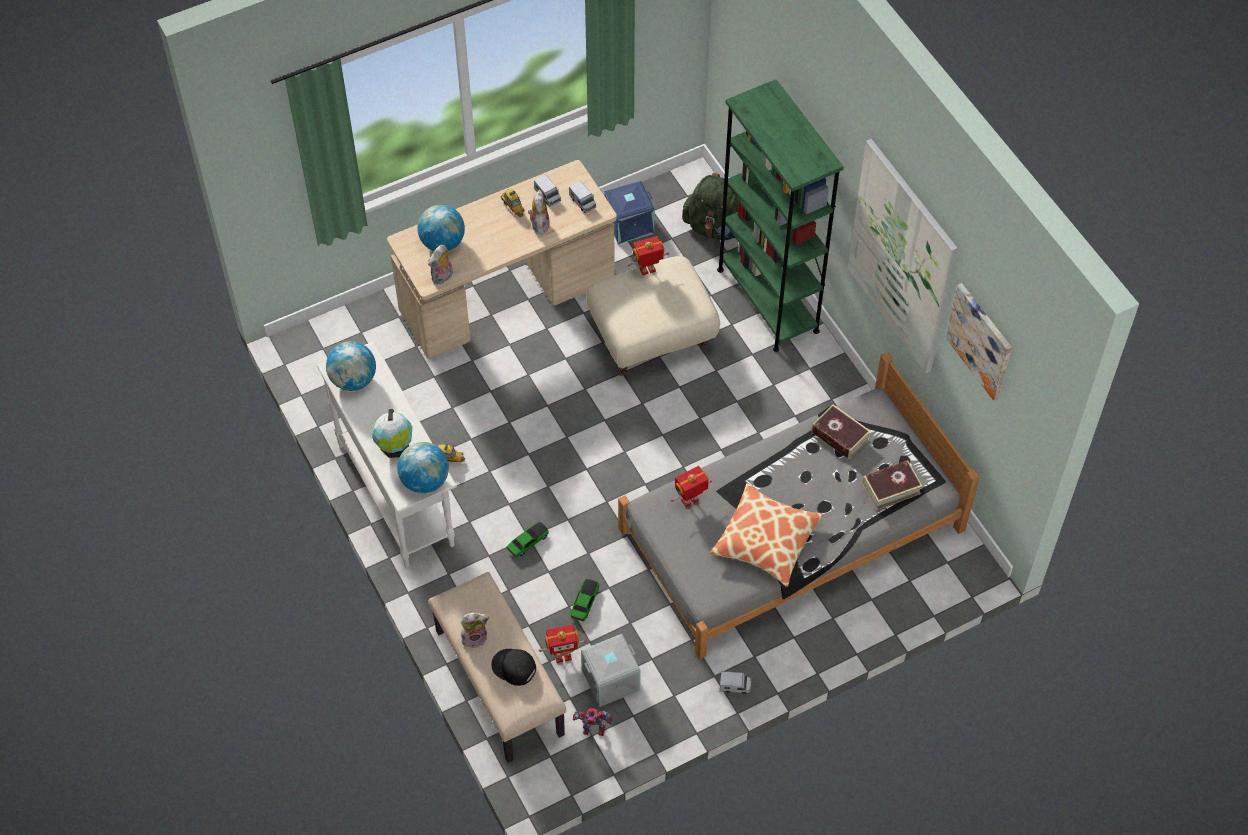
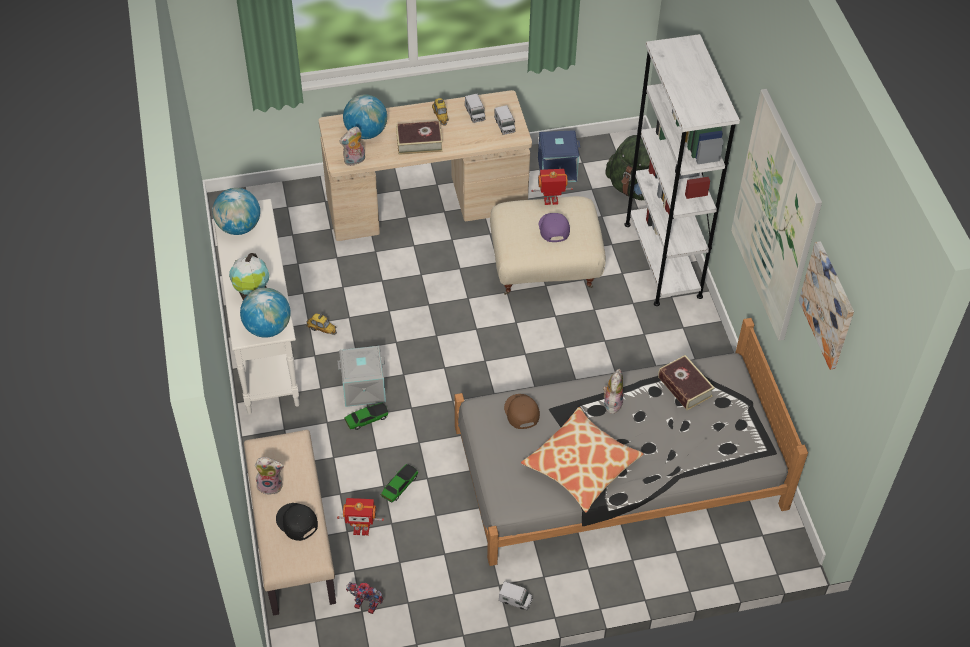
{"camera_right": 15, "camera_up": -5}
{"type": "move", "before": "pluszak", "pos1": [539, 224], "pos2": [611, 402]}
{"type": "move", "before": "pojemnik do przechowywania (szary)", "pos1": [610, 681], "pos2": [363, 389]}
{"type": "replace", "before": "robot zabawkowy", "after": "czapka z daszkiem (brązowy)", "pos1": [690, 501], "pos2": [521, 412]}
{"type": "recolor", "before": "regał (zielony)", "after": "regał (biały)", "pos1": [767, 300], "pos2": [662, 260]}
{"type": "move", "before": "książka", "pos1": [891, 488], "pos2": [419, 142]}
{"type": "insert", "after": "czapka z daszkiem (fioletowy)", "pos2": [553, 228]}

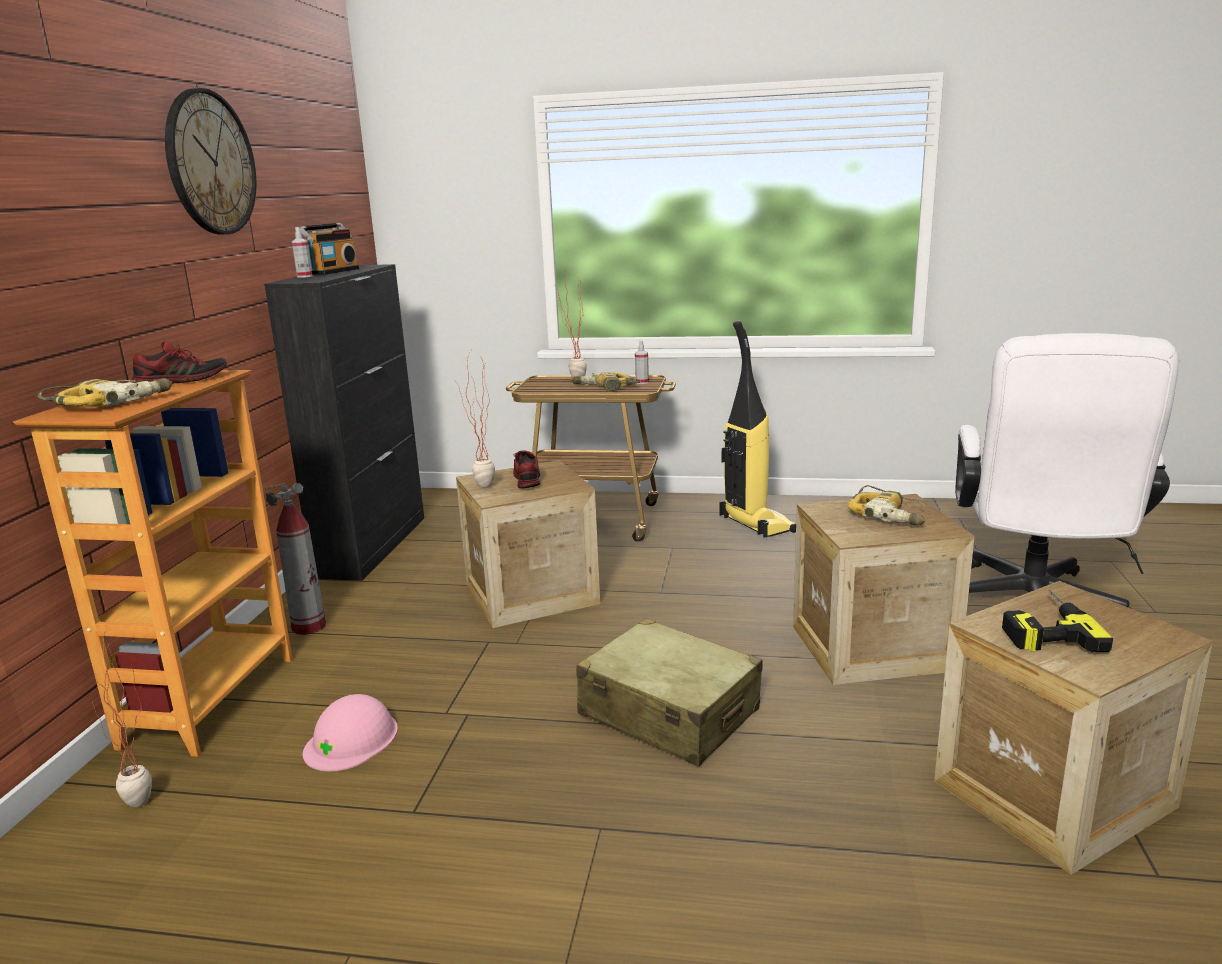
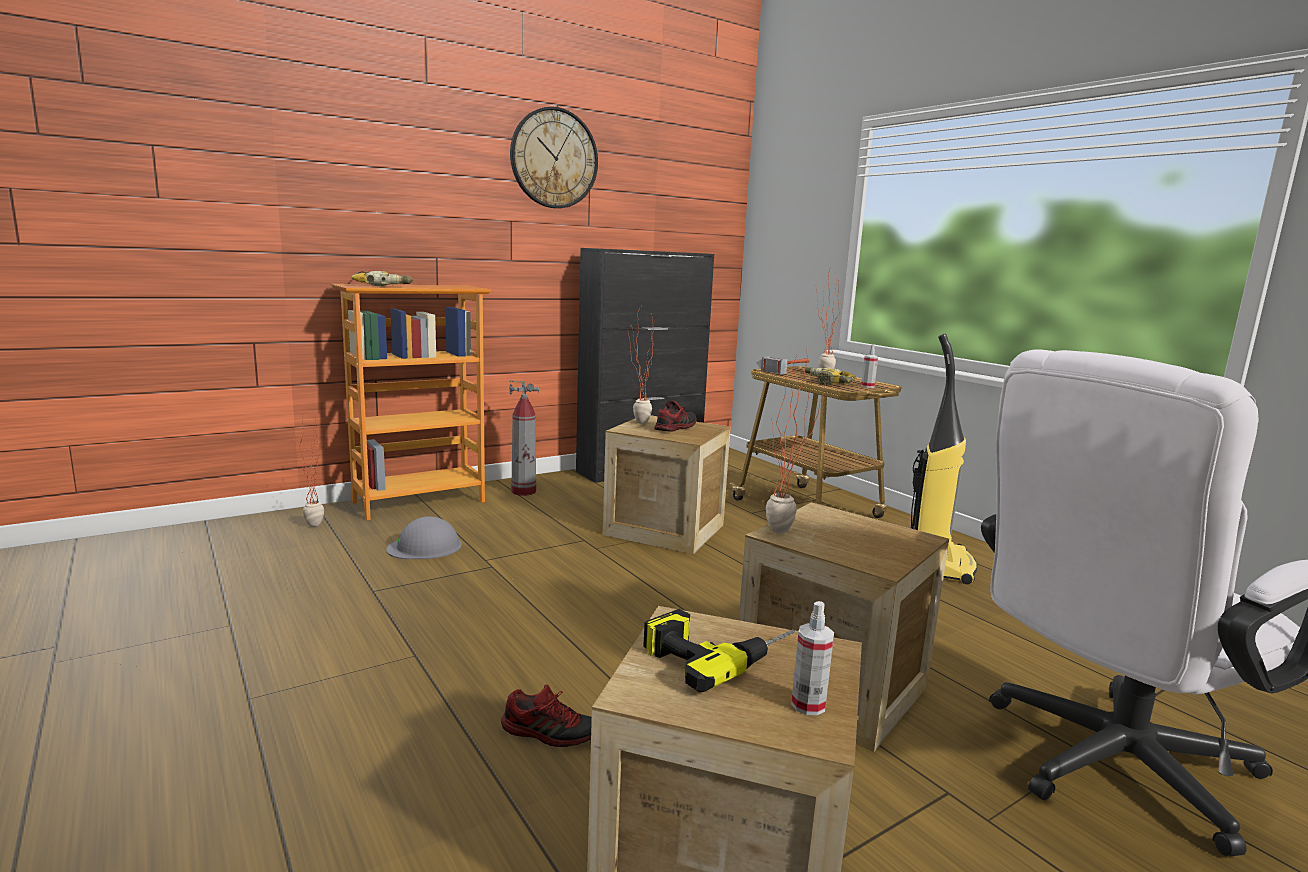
{"camera_right": 45, "camera_up": -5}
{"type": "move", "before": "but", "pos1": [182, 381], "pos2": [550, 732]}
{"type": "move", "before": "spryskiwacz", "pos1": [304, 276], "pos2": [808, 705]}
{"type": "delete", "before": "radio", "pos1": [333, 271]}
{"type": "recolor", "before": "kask (różowy)", "after": "kask (szary)", "pos1": [351, 739], "pos2": [425, 547]}
{"type": "delete", "before": "walizka (beżowy)", "pos1": [669, 713]}
{"type": "delete", "before": "wiertarka", "pos1": [889, 515]}
{"type": "insert", "after": "młotek", "pos2": [785, 369]}
{"type": "insert", "after": "roślina doniczkowa", "pos2": [787, 534]}

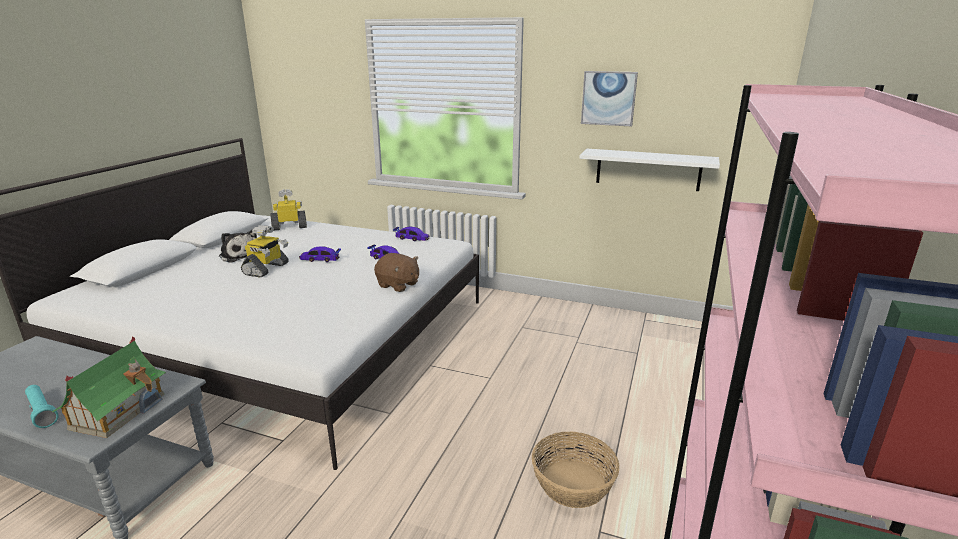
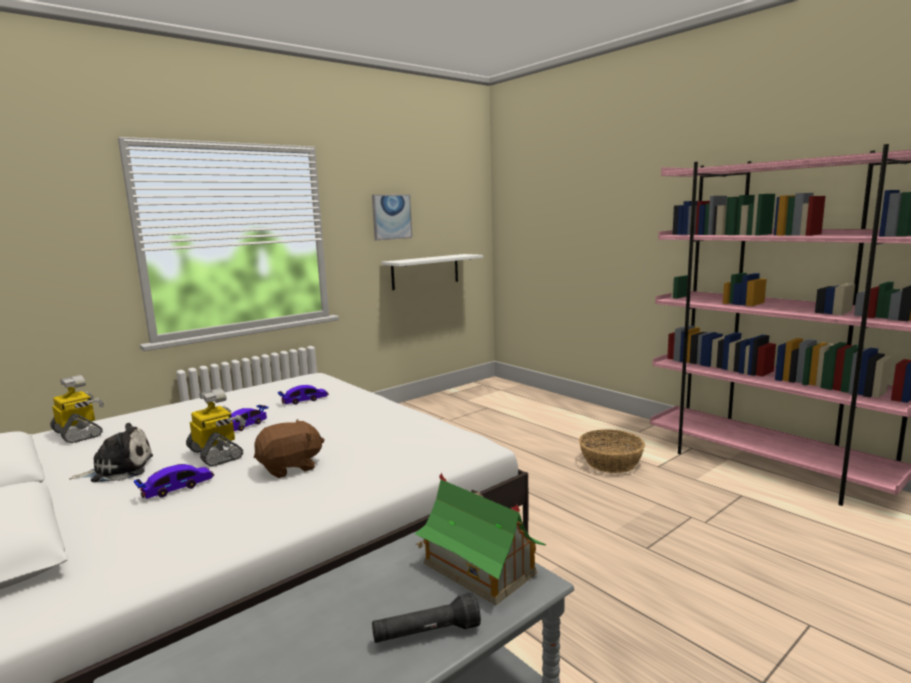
{"camera_right": -60, "camera_up": -10}
{"type": "recolor", "before": "latarka (turkusowy)", "after": "latarka (czarny)", "pos1": [41, 412], "pos2": [426, 633]}
{"type": "rotate", "before": "robot zabawkowy", "pos1": [290, 227], "pos2": [79, 433], "turn": 120}
{"type": "move", "before": "pluszak (brązowy)", "pos1": [398, 285], "pos2": [290, 467]}
{"type": "move", "before": "samochodzik", "pos1": [411, 238], "pos2": [177, 488]}

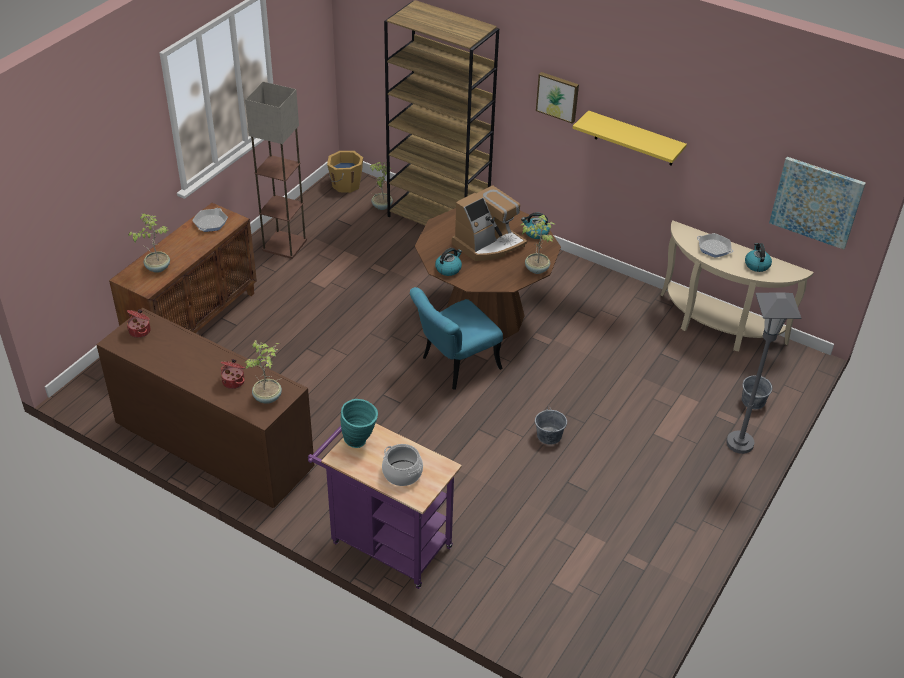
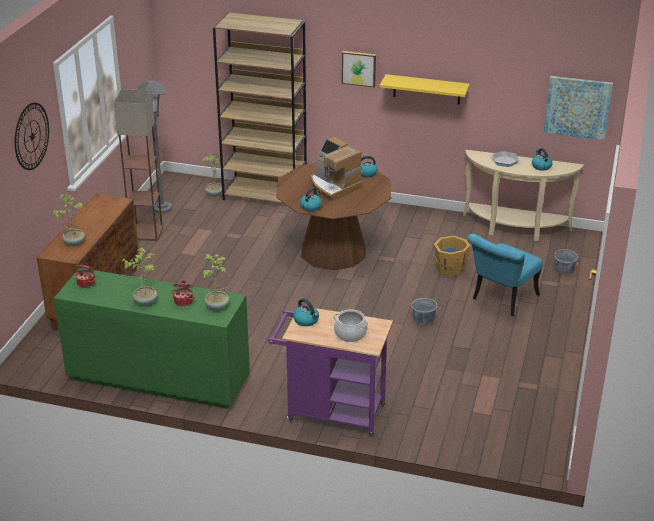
{"camera_right": -15, "camera_up": -10}
{"type": "recolor", "before": "komoda (brązowy)", "after": "komoda (zielony)", "pos1": [214, 449], "pos2": [158, 379]}
{"type": "delete", "before": "patelnia", "pos1": [210, 223]}
{"type": "move", "before": "wiadro (pomarańczowy)", "pos1": [345, 184], "pos2": [449, 268]}
{"type": "replace", "before": "wazon (turkusowy)", "after": "czajnik", "pos1": [360, 441], "pos2": [306, 320]}
{"type": "move", "before": "krzesło (turkusowy)", "pos1": [454, 366], "pos2": [501, 300]}
{"type": "rotate", "before": "ekspres do kawy", "pos1": [488, 244], "pos2": [333, 186], "turn": 105}
{"type": "move", "before": "roślina doniczkowa", "pos1": [537, 269], "pos2": [145, 301]}
{"type": "move", "before": "lampa stojąca (szary)", "pos1": [739, 443], "pos2": [162, 208]}
{"type": "insert", "after": "zegar ścienny", "pos2": [32, 136]}

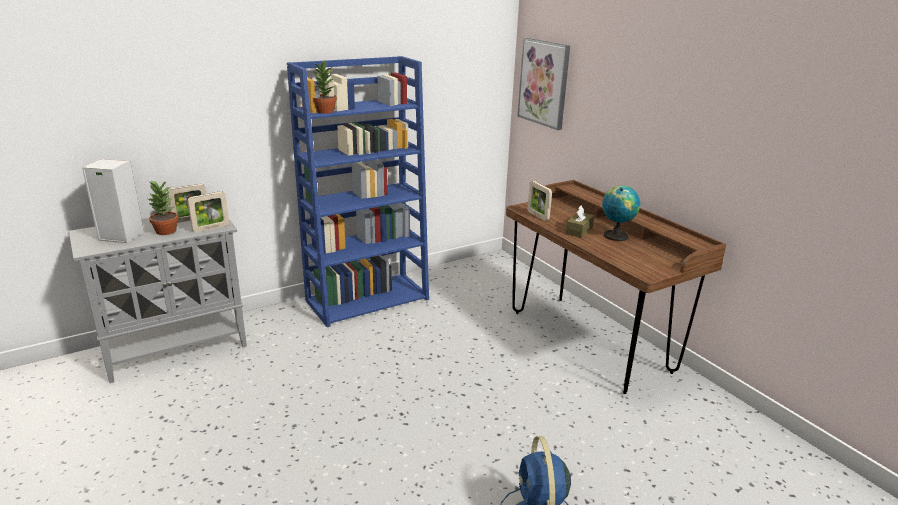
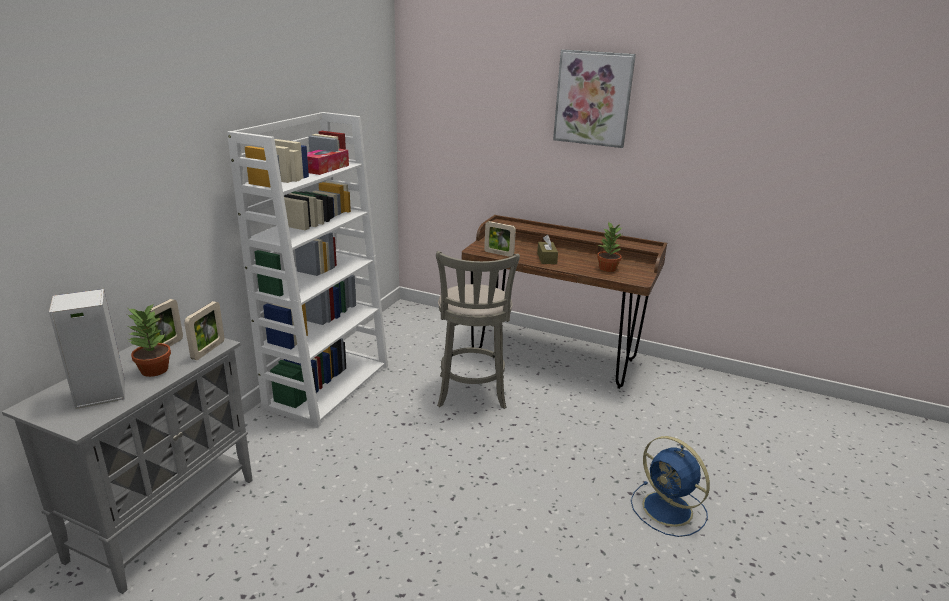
{"camera_right": -35, "camera_up": 0}
{"type": "recolor", "before": "regał (niebieski)", "after": "regał (biały)", "pos1": [368, 299], "pos2": [328, 385]}
{"type": "move", "before": "roślina doniczkowa", "pos1": [324, 111], "pos2": [607, 269]}
{"type": "move", "before": "obraz", "pos1": [544, 83], "pos2": [593, 98]}
{"type": "delete", "before": "globus", "pos1": [616, 235]}
{"type": "insert", "after": "pudełko chusteczek", "pos2": [324, 168]}
{"type": "insert", "after": "stołek (szary)", "pos2": [471, 394]}

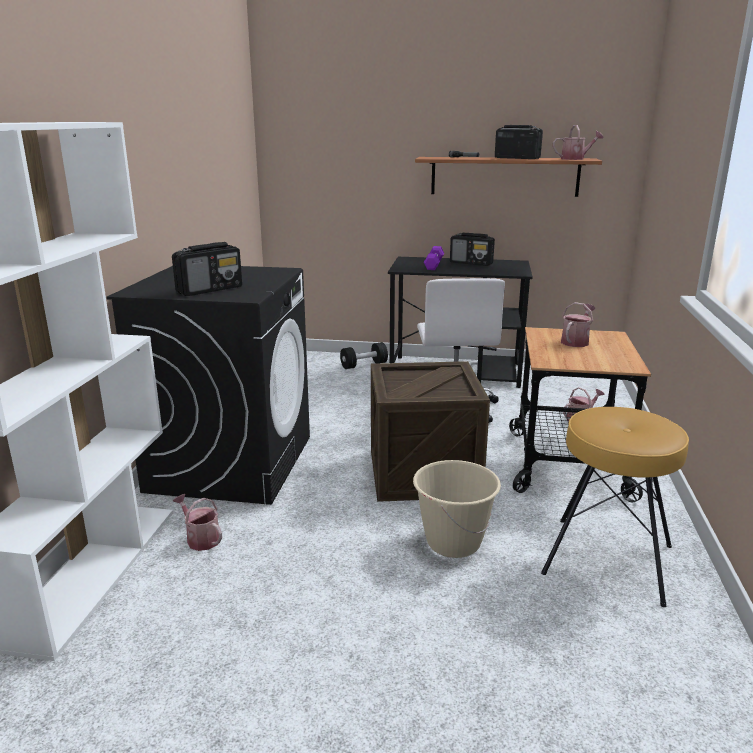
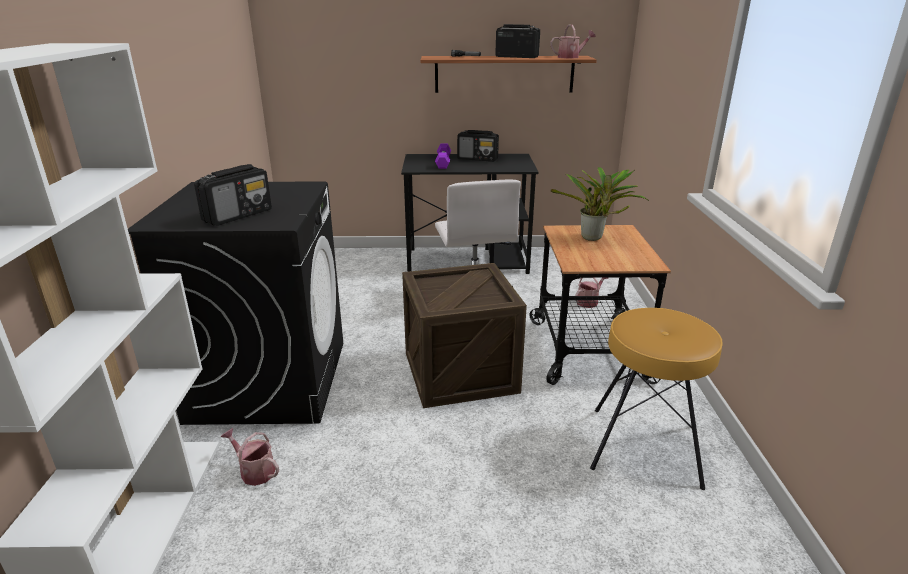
{"camera_right": -10, "camera_up": 5}
{"type": "delete", "before": "hantel (czarny)", "pos1": [364, 365]}
{"type": "delete", "before": "wiadro (beżowy)", "pos1": [453, 542]}
{"type": "replace", "before": "konewka", "after": "roślina doniczkowa", "pos1": [576, 341], "pos2": [594, 238]}

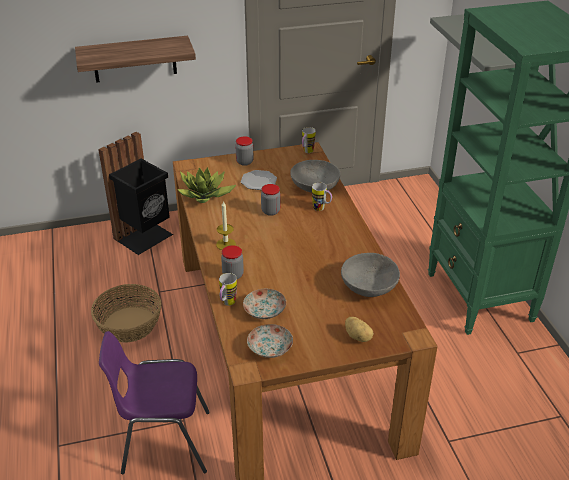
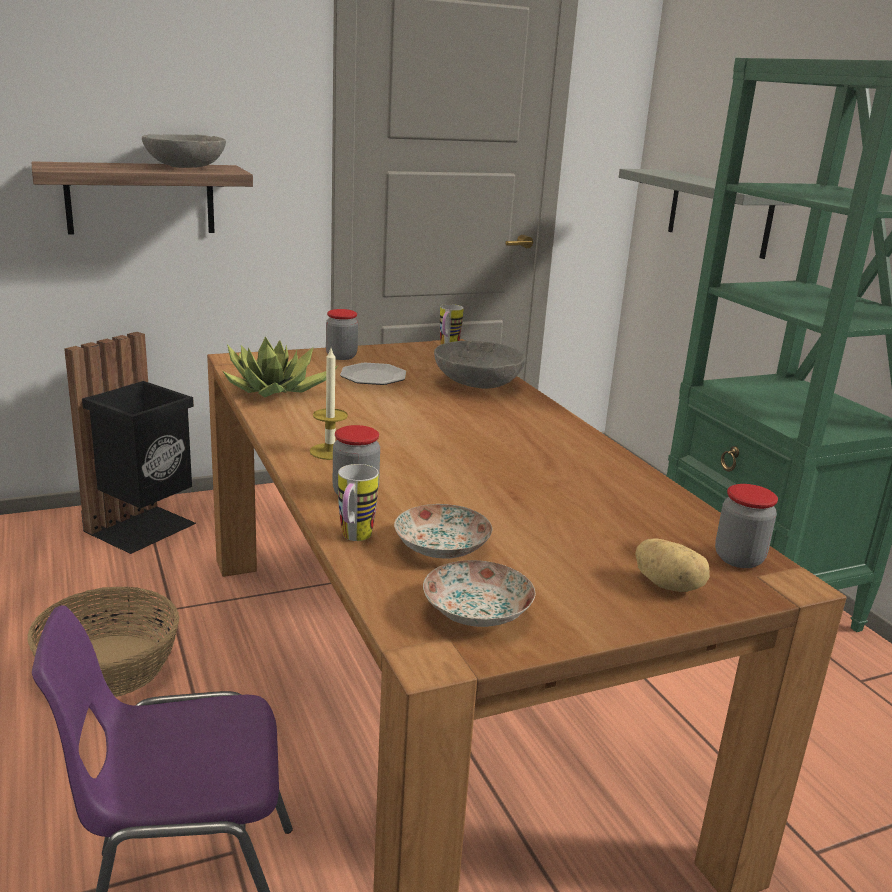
{"camera_right": -10, "camera_up": -15}
{"type": "move", "before": "słoik", "pos1": [270, 211], "pos2": [739, 558]}
{"type": "delete", "before": "kubek", "pos1": [321, 209]}
{"type": "move", "before": "miska (szary)", "pos1": [368, 287], "pos2": [185, 167]}

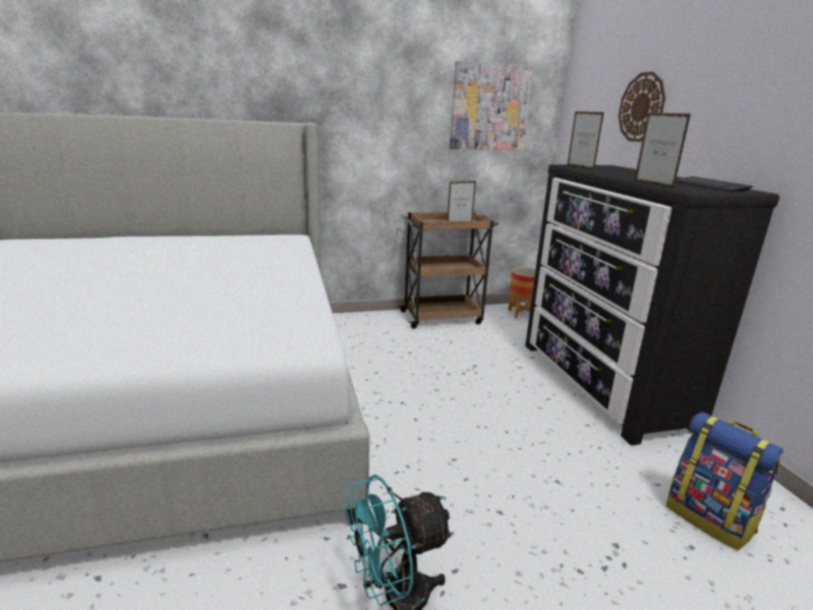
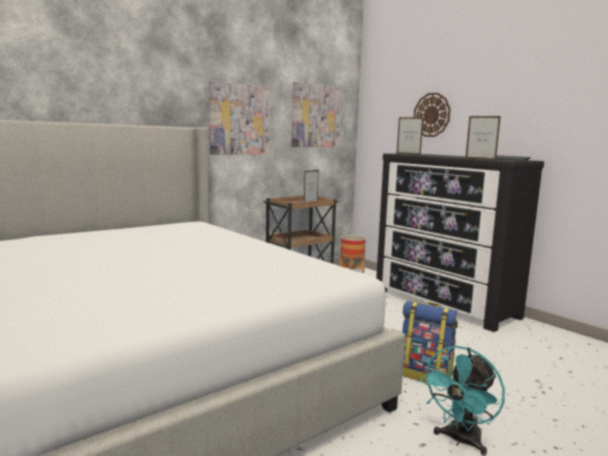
{"camera_right": -25, "camera_up": -10}
{"type": "move", "before": "plecak", "pos1": [710, 519], "pos2": [425, 374]}
{"type": "insert", "after": "obraz", "pos2": [239, 119]}

